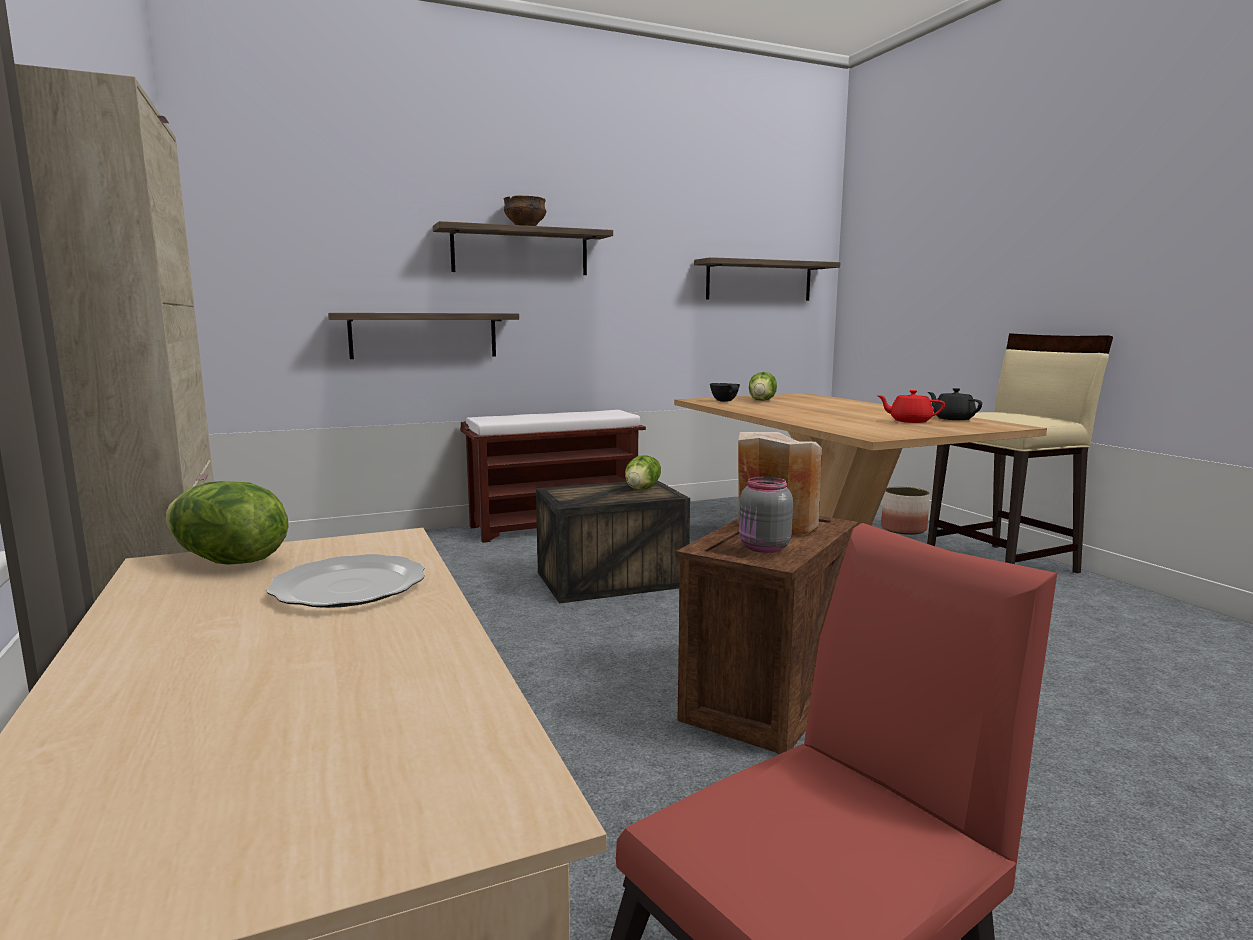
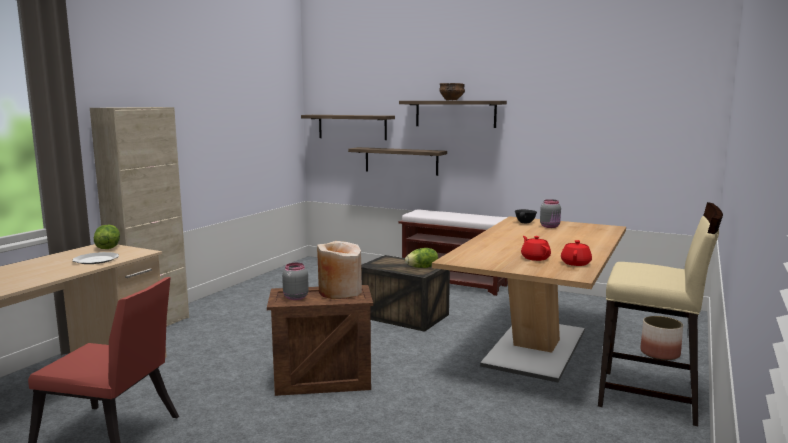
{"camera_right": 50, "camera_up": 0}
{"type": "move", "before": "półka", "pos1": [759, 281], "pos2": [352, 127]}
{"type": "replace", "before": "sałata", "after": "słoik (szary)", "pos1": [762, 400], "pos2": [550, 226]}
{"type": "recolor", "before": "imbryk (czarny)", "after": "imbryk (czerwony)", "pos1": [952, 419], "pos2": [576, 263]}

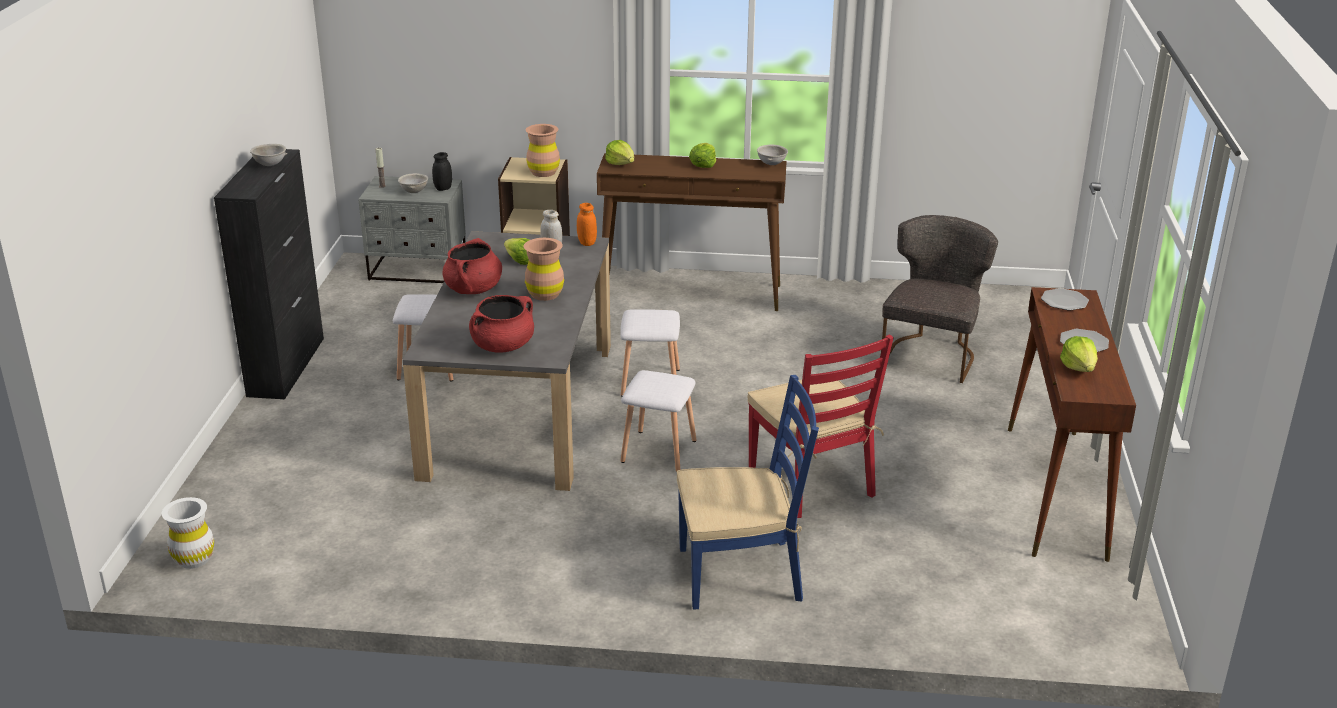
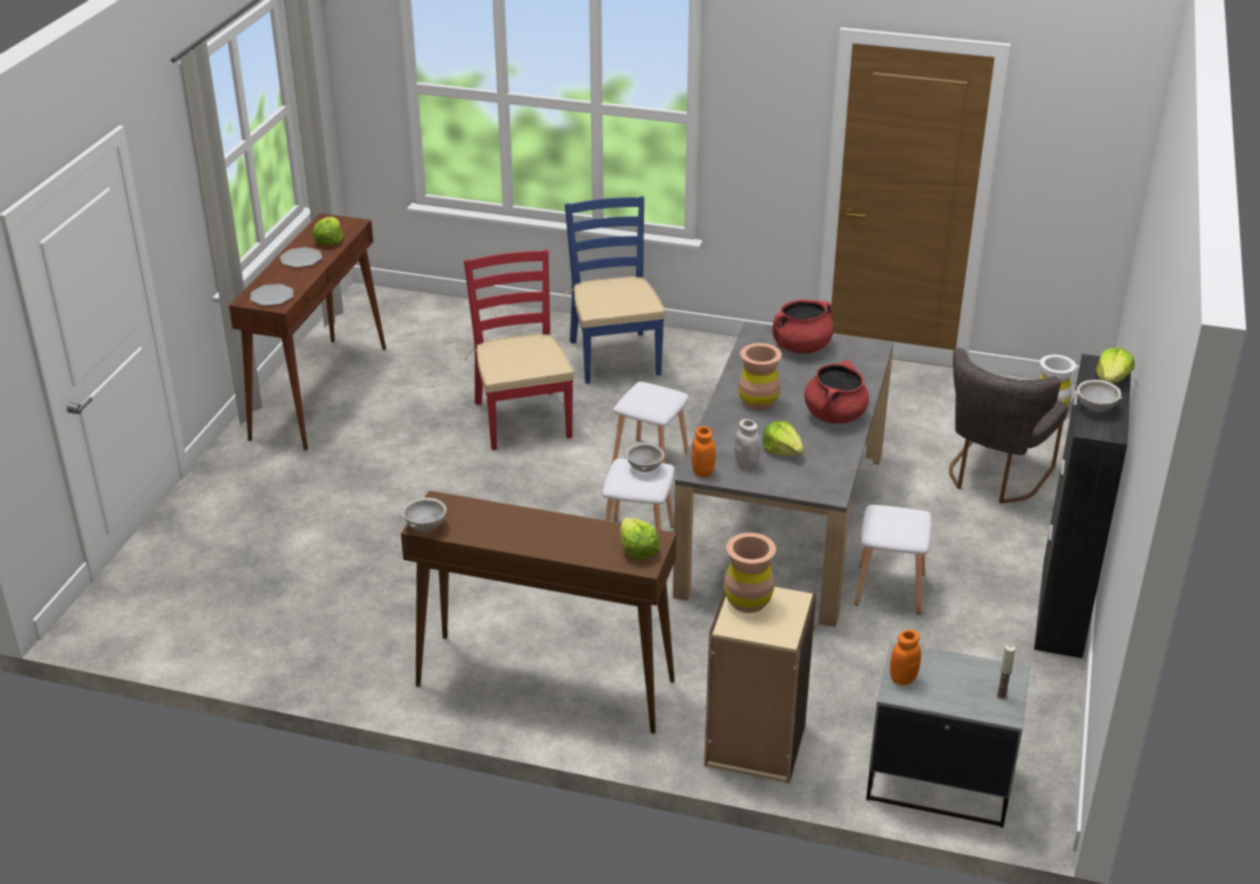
{"camera_right": -170, "camera_up": 5}
{"type": "move", "before": "miska (szary)", "pos1": [413, 192], "pos2": [645, 468]}
{"type": "recolor", "before": "słoik (czarny)", "after": "słoik (pomarańczowy)", "pos1": [443, 188], "pos2": [903, 678]}
{"type": "rotate", "before": "krzesło (niebieski)", "pos1": [741, 574], "pos2": [614, 357], "turn": 75}
{"type": "move", "before": "sałata", "pos1": [703, 164], "pos2": [1112, 379]}
{"type": "move", "before": "krzesło (szary)", "pos1": [931, 354], "pos2": [994, 477]}

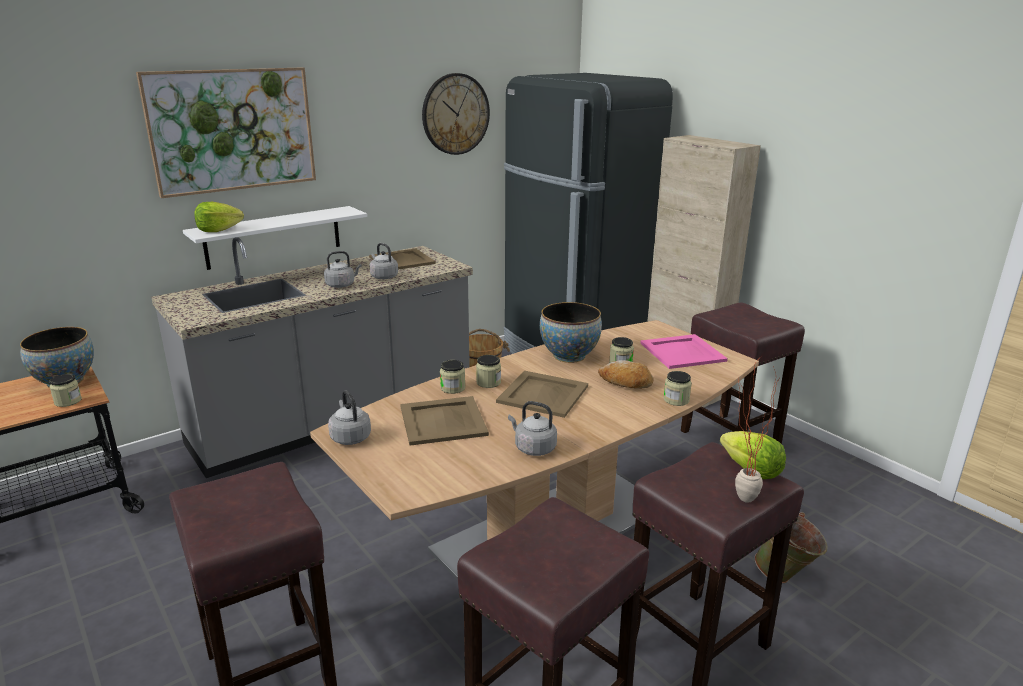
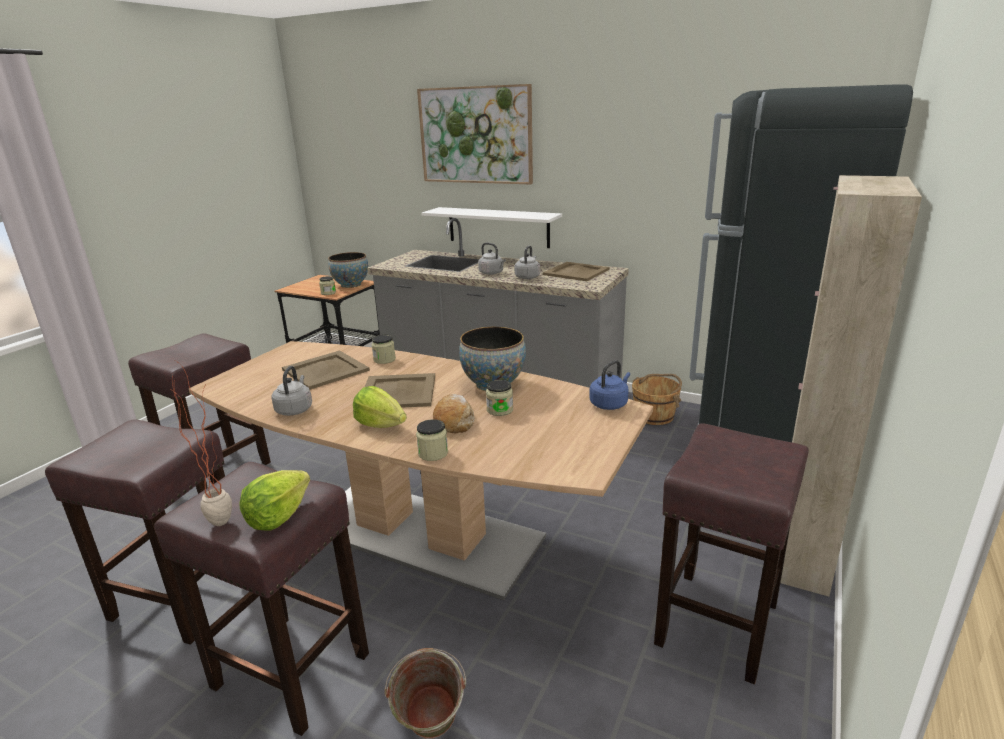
{"camera_right": 65, "camera_up": 0}
{"type": "move", "before": "sałata", "pos1": [218, 230], "pos2": [380, 424]}
{"type": "delete", "before": "czajnik (szary)", "pos1": [350, 437]}
{"type": "delete", "before": "zegar ścienny", "pos1": [455, 114]}
{"type": "delete", "before": "słoik", "pos1": [488, 382]}
{"type": "delete", "before": "taca (różowy)", "pos1": [681, 352]}
{"type": "insert", "after": "czajnik (niebieski)", "pos2": [609, 404]}

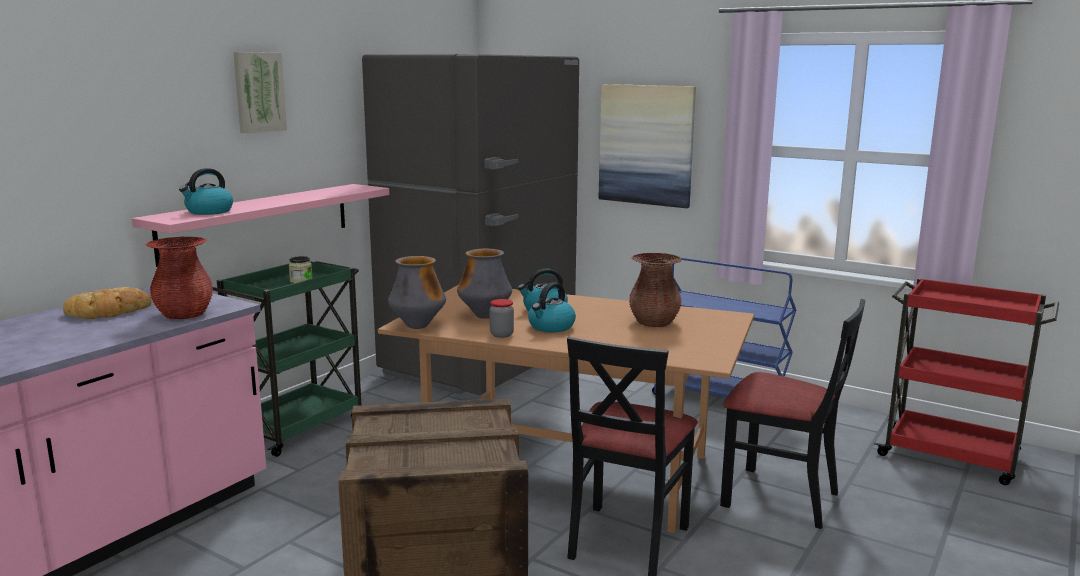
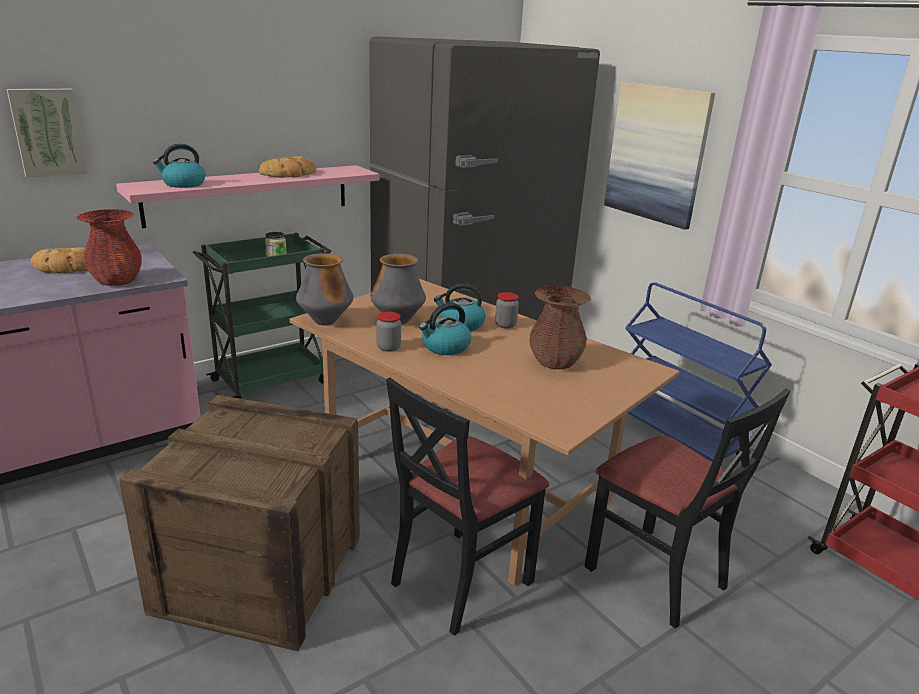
{"camera_right": 20, "camera_up": 10}
{"type": "move", "before": "obraz", "pos1": [258, 92], "pos2": [48, 132]}
{"type": "insert", "after": "chleb", "pos2": [290, 174]}
{"type": "insert", "after": "słoik", "pos2": [505, 325]}

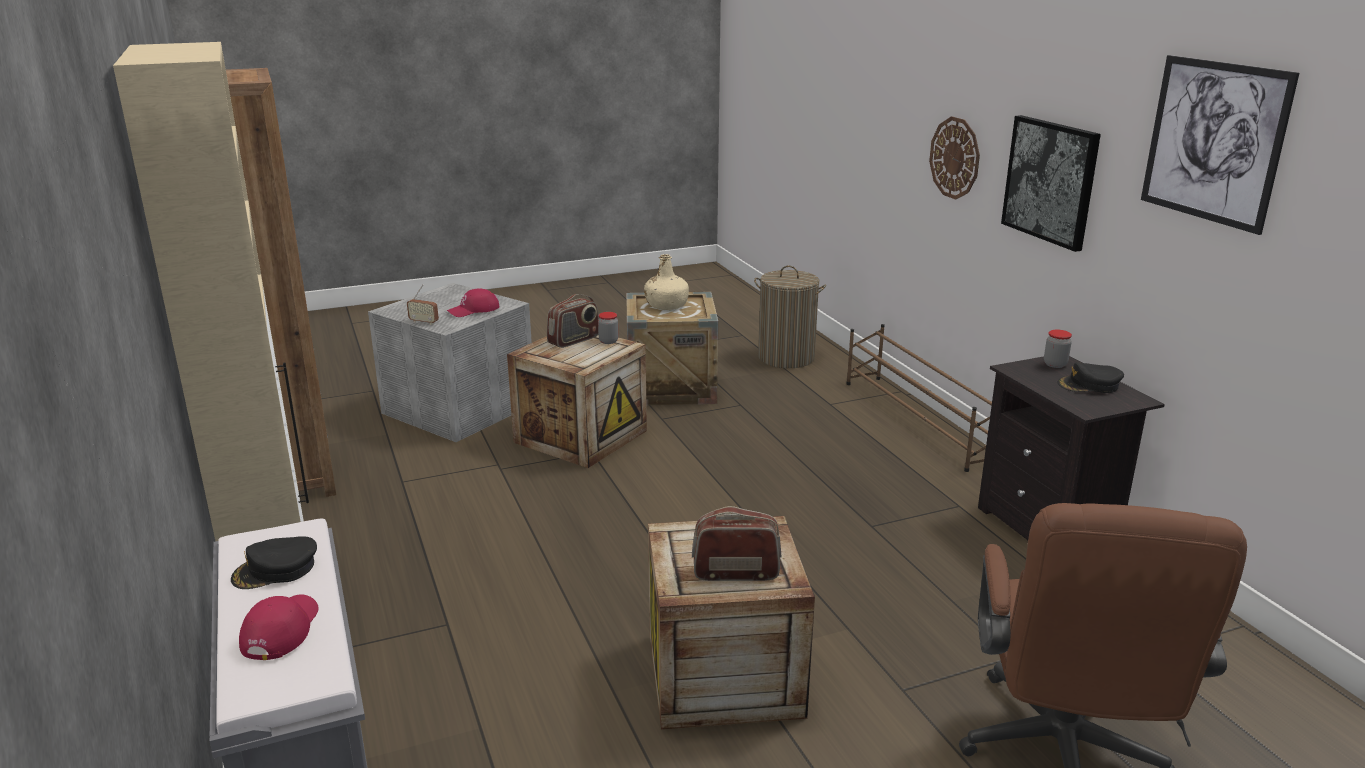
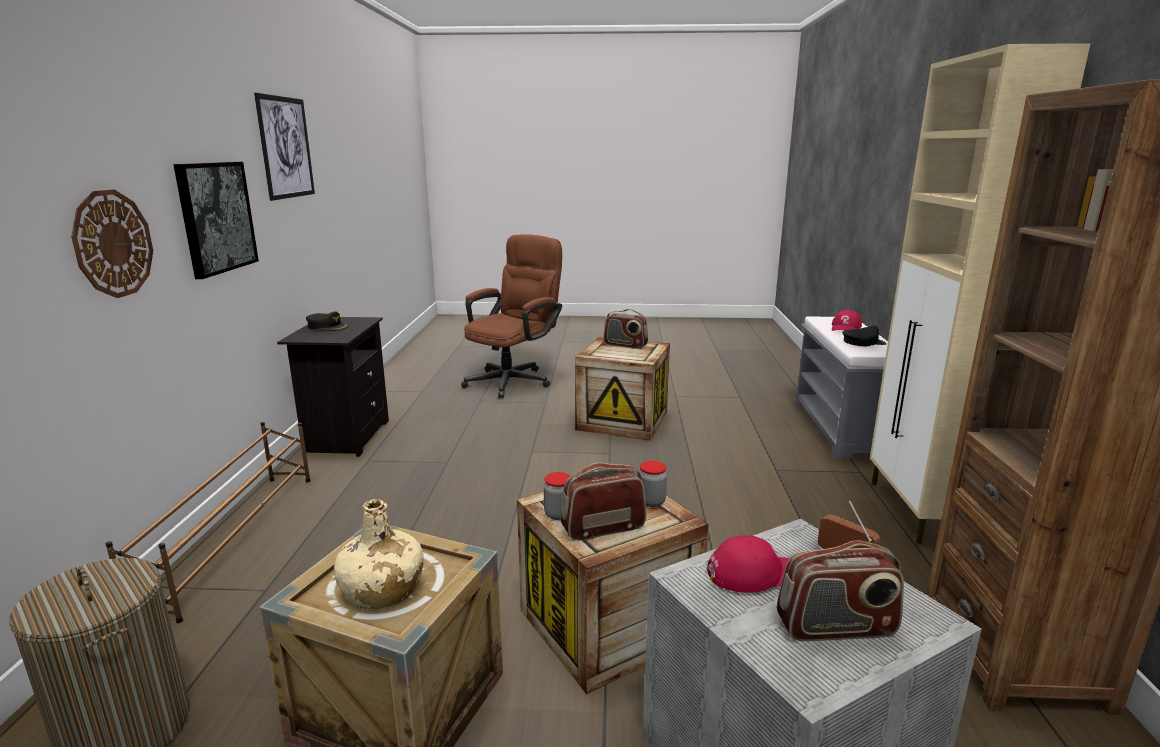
{"camera_right": -155, "camera_up": -5}
{"type": "move", "before": "słoik", "pos1": [1055, 364], "pos2": [651, 502]}
{"type": "insert", "after": "radio", "pos2": [836, 628]}

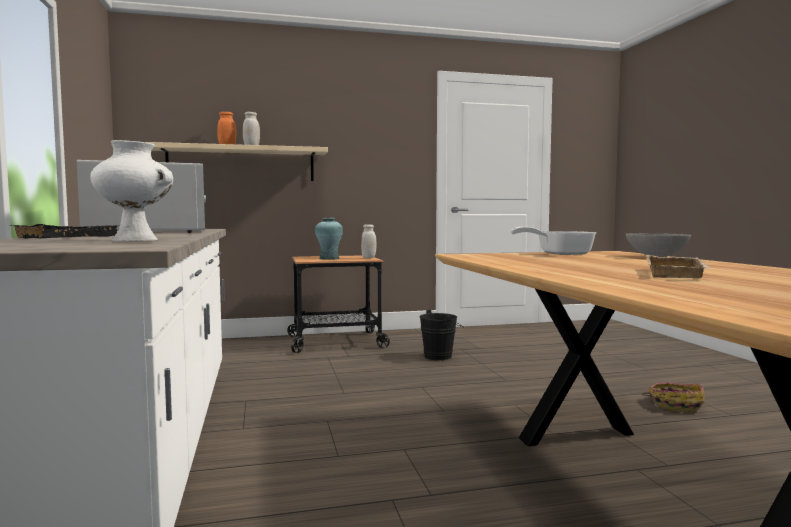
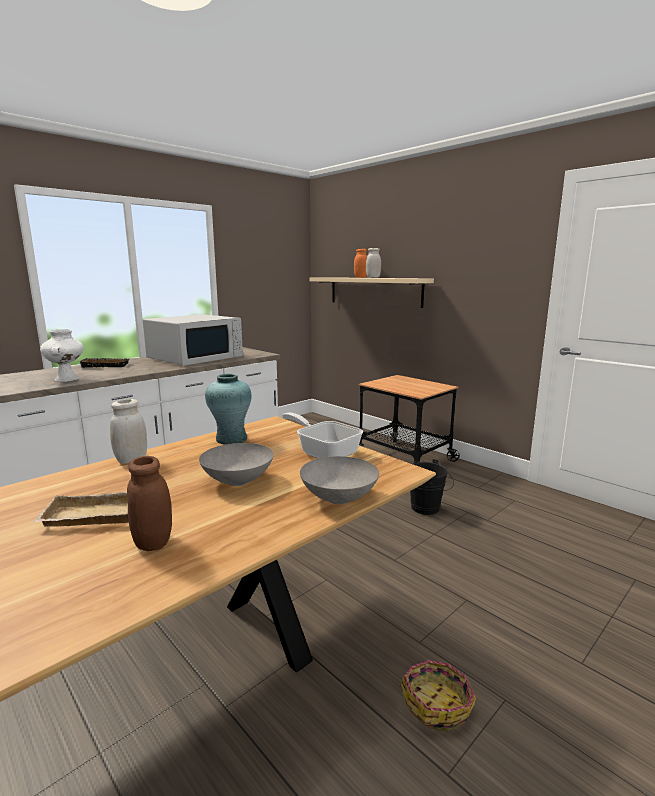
{"camera_right": 60, "camera_up": 10}
{"type": "move", "before": "wazon (turkusowy)", "pos1": [329, 258], "pos2": [231, 439]}
{"type": "move", "before": "słoik (biały)", "pos1": [368, 257], "pos2": [131, 460]}
{"type": "insert", "after": "słoik (brązowy)", "pos2": [153, 542]}
{"type": "insert", "after": "miska (szary)", "pos2": [238, 480]}

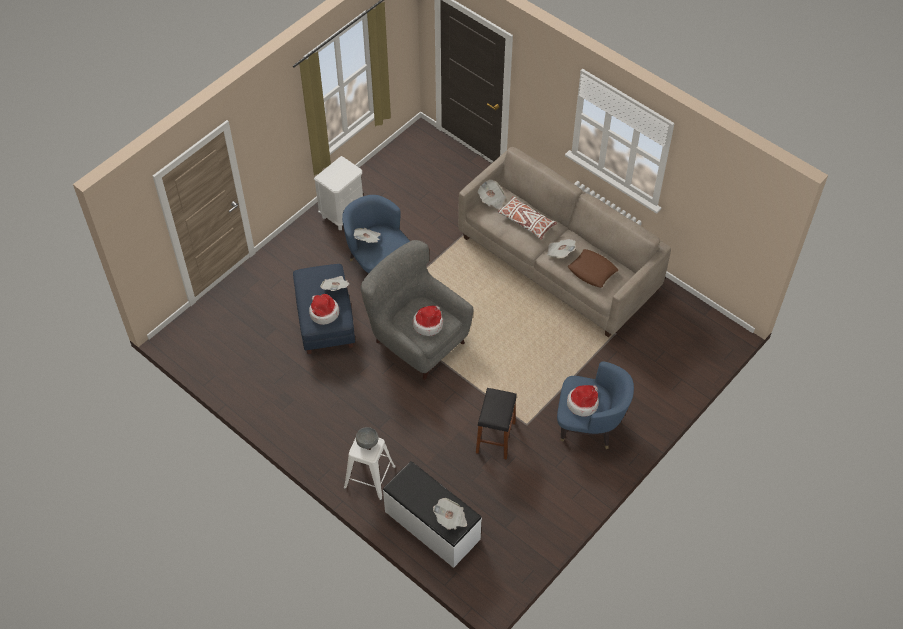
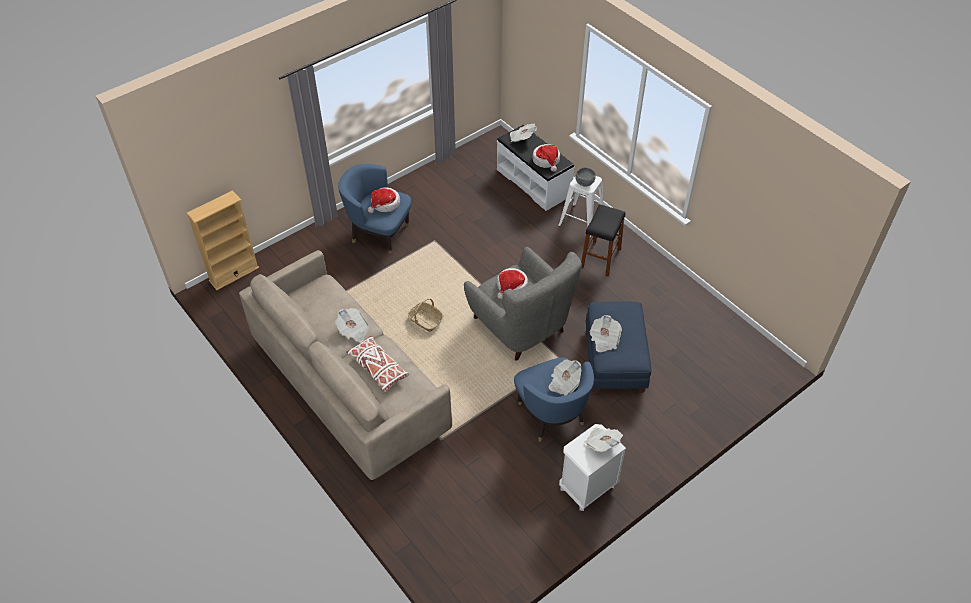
{"camera_right": -170, "camera_up": -5}
{"type": "move", "before": "kapelusz", "pos1": [323, 312], "pos2": [546, 160]}
{"type": "move", "before": "stołek (czarny)", "pos1": [495, 438], "pos2": [600, 258]}
{"type": "move", "before": "gazeta", "pos1": [491, 199], "pos2": [602, 443]}
{"type": "delete", "before": "poduszka (brązowy)", "pos1": [592, 271]}
{"type": "insert", "after": "regał (beżowy)", "pos2": [234, 274]}
{"type": "insert", "after": "koszyk", "pos2": [425, 320]}

